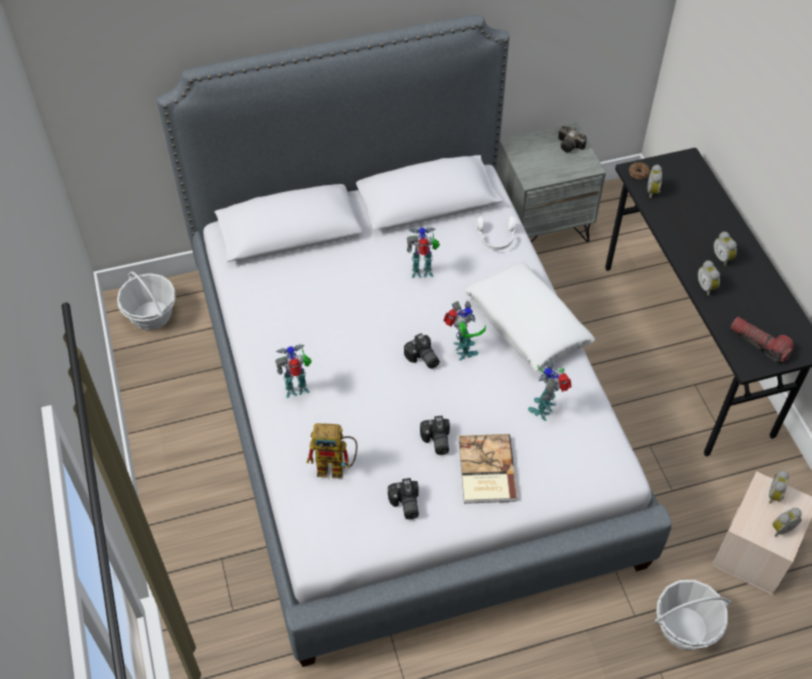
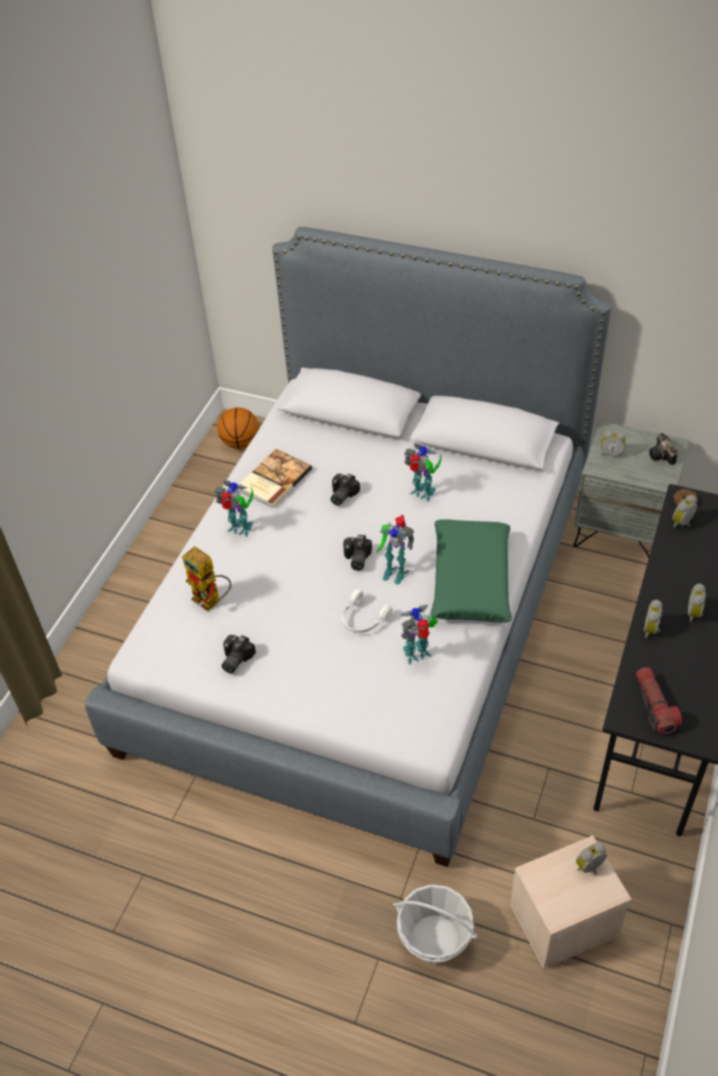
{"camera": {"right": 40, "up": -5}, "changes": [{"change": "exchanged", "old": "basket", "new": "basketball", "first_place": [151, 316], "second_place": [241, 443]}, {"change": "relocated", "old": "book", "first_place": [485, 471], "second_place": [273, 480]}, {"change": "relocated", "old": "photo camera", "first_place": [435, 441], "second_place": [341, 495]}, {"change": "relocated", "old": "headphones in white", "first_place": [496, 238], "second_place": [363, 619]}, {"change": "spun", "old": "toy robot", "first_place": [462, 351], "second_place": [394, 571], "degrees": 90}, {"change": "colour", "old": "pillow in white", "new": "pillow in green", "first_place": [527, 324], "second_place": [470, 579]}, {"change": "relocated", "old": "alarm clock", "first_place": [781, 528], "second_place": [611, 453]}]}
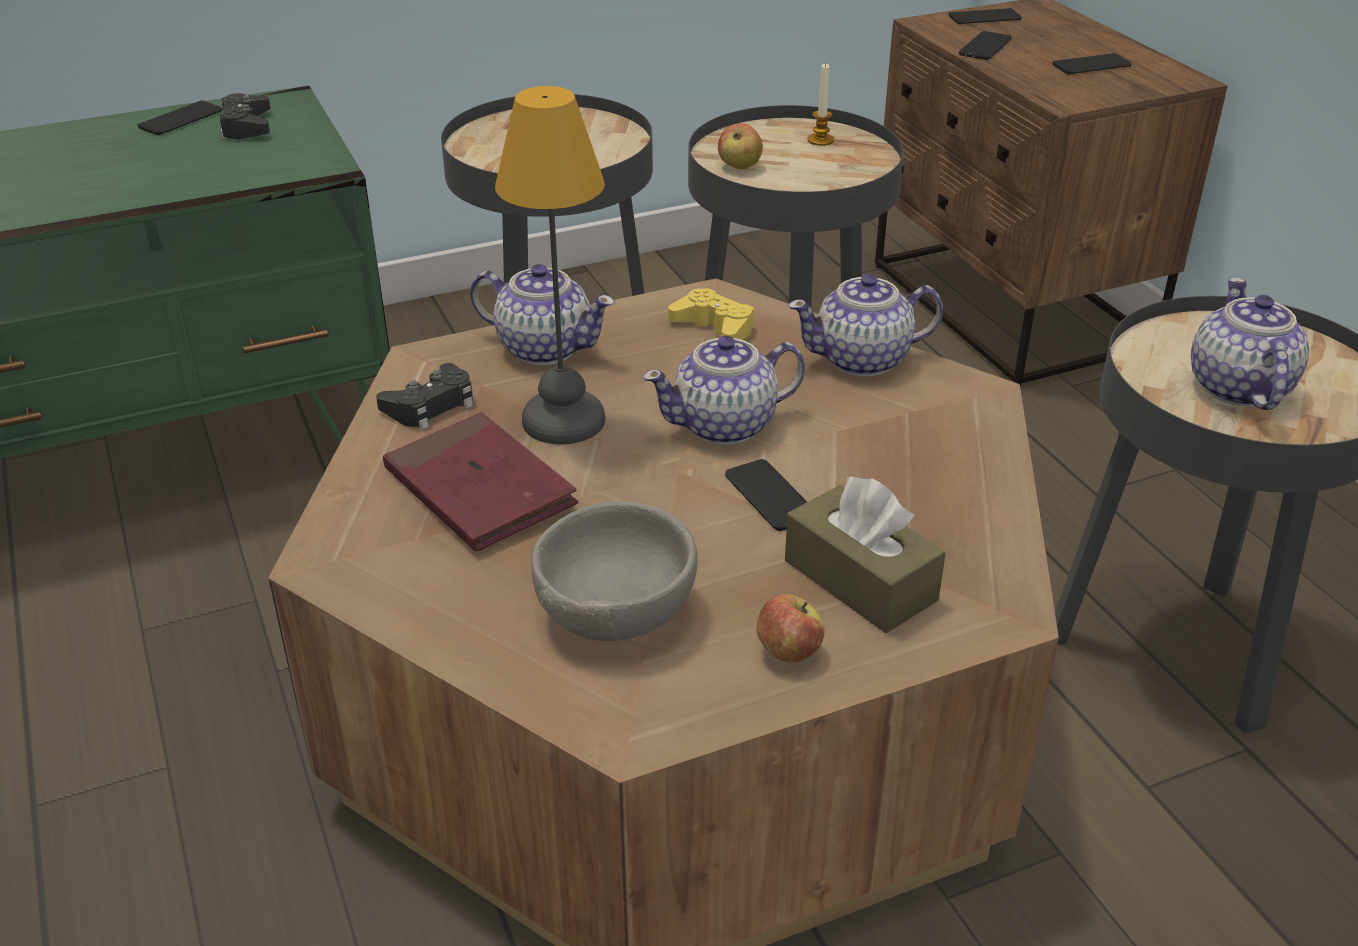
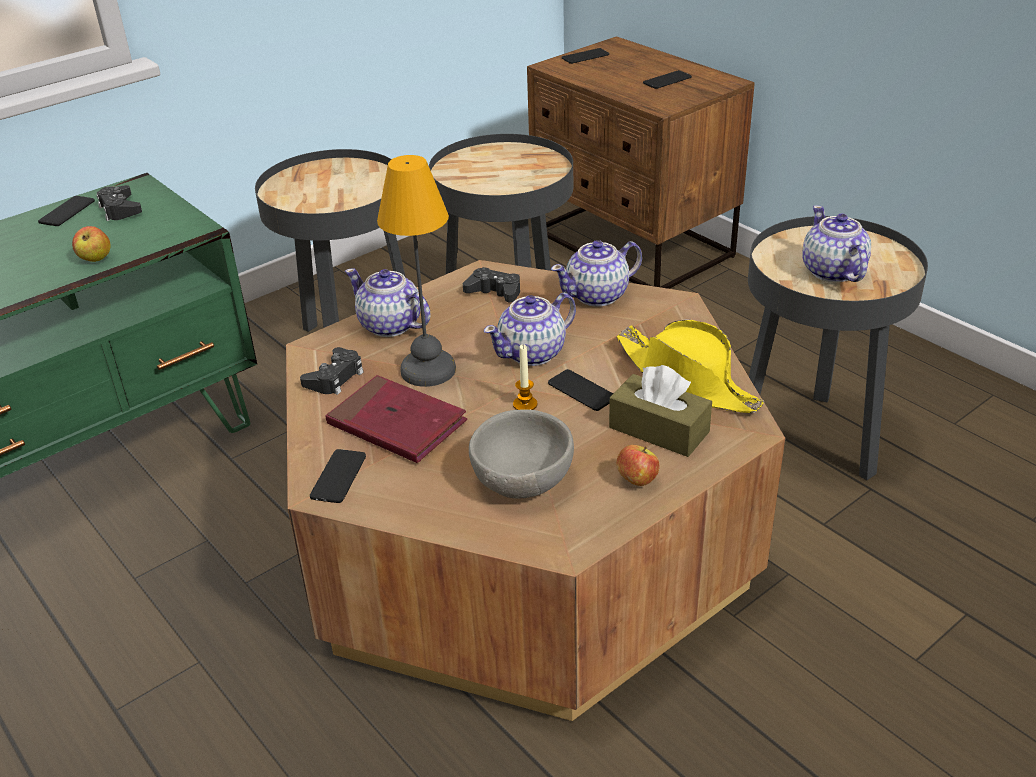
{"camera": {"right": -15, "up": 0}, "changes": [{"change": "relocated", "old": "apple", "first_place": [739, 166], "second_place": [95, 259]}, {"change": "relocated", "old": "phone", "first_place": [985, 47], "second_place": [338, 476]}, {"change": "spun", "old": "teapot", "first_place": [544, 348], "second_place": [390, 326], "degrees": -150}, {"change": "colour", "old": "game controller in yellow", "new": "game controller in black", "first_place": [714, 327], "second_place": [494, 292]}, {"change": "relocated", "old": "candle", "first_place": [820, 140], "second_place": [525, 404]}, {"change": "appeared", "new": "hat in yellow", "second_place": [687, 379]}]}
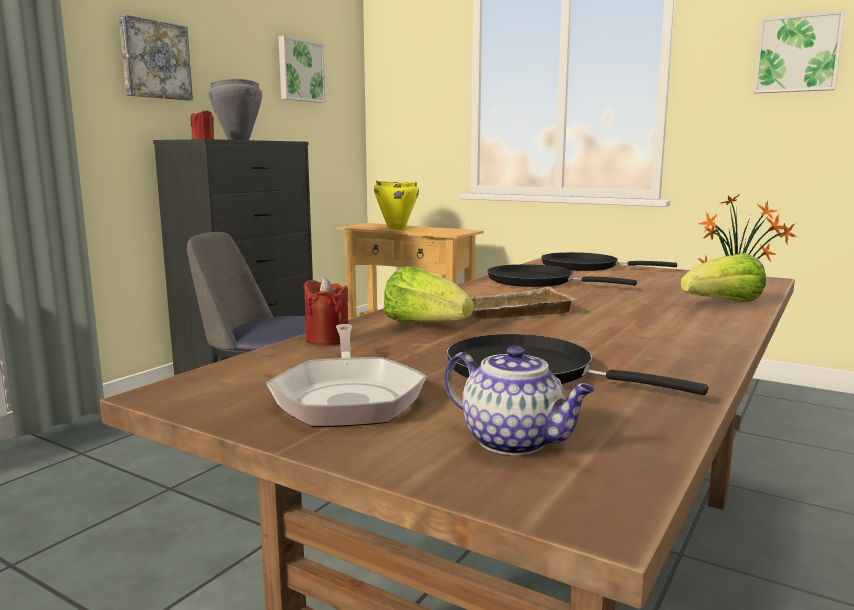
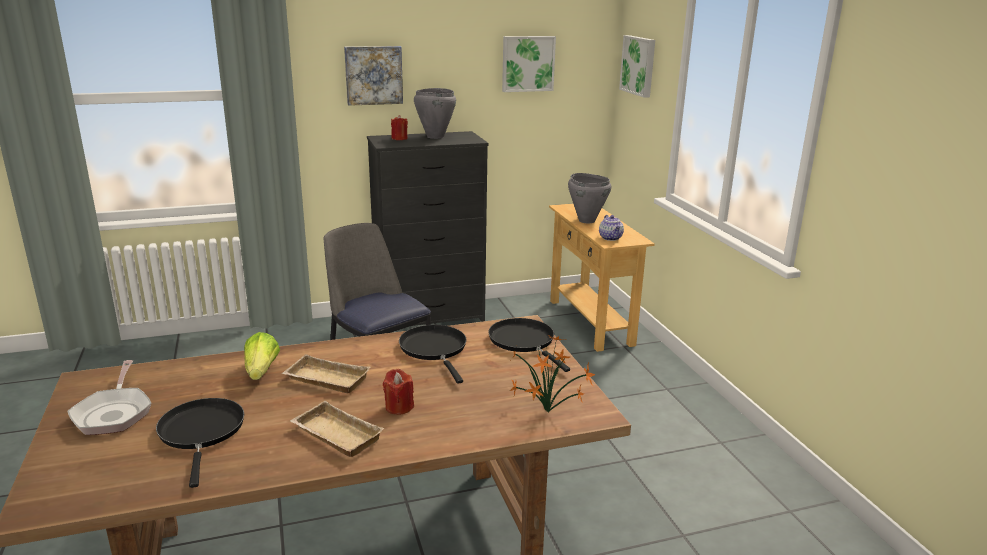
{"camera": {"right": 40, "up": 10}, "changes": [{"change": "spun", "old": "frying pan", "first_place": [348, 397], "second_place": [114, 413], "degrees": -45}, {"change": "appeared", "new": "tray in beige", "second_place": [334, 435]}, {"change": "relocated", "old": "candle in red", "first_place": [327, 339], "second_place": [399, 407]}, {"change": "colour", "old": "cooking pot in yellow", "new": "cooking pot in grey", "first_place": [396, 228], "second_place": [586, 220]}, {"change": "relocated", "old": "teapot", "first_place": [515, 441], "second_place": [611, 238]}, {"change": "relocated", "old": "picture", "first_place": [798, 54], "second_place": [639, 65]}, {"change": "missing", "old": "lettuce", "first_place": [724, 303]}]}
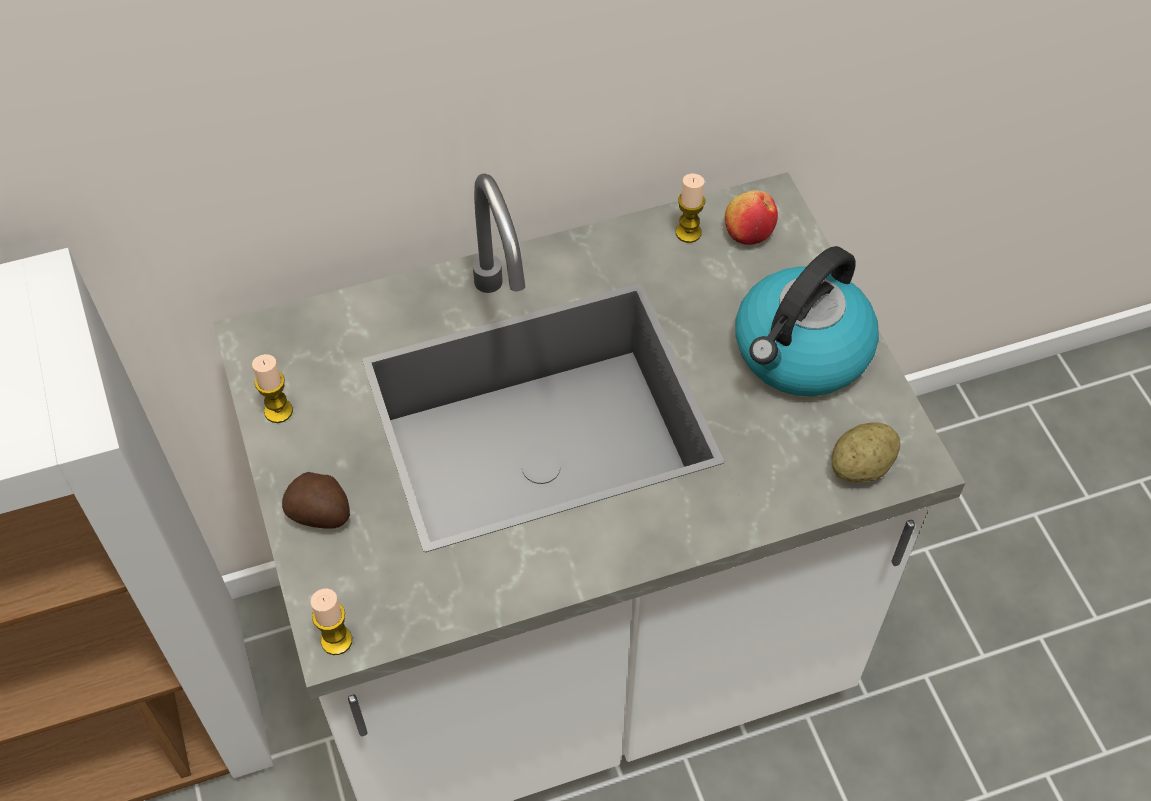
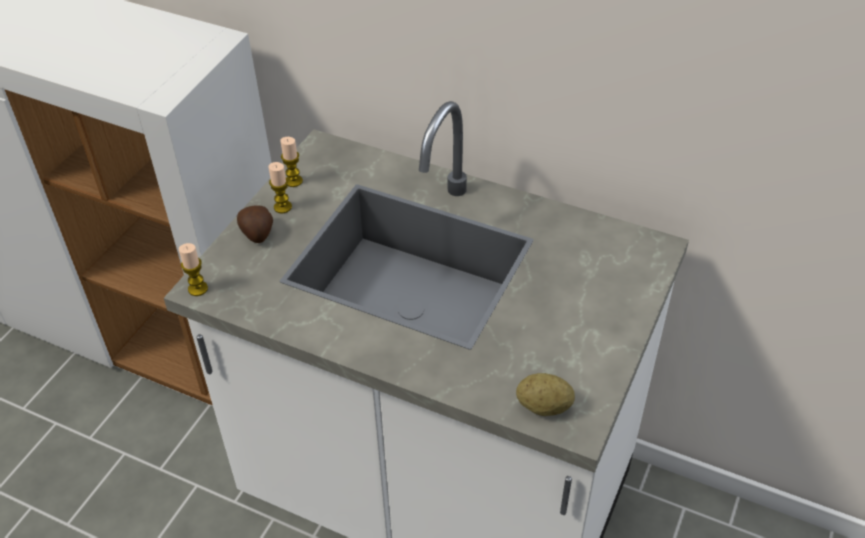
{"camera": {"right": 45, "up": -10}, "changes": [{"change": "relocated", "old": "candle", "first_place": [688, 232], "second_place": [282, 207]}, {"change": "missing", "old": "apple", "first_place": [748, 232]}, {"change": "missing", "old": "kettle", "first_place": [800, 352]}]}
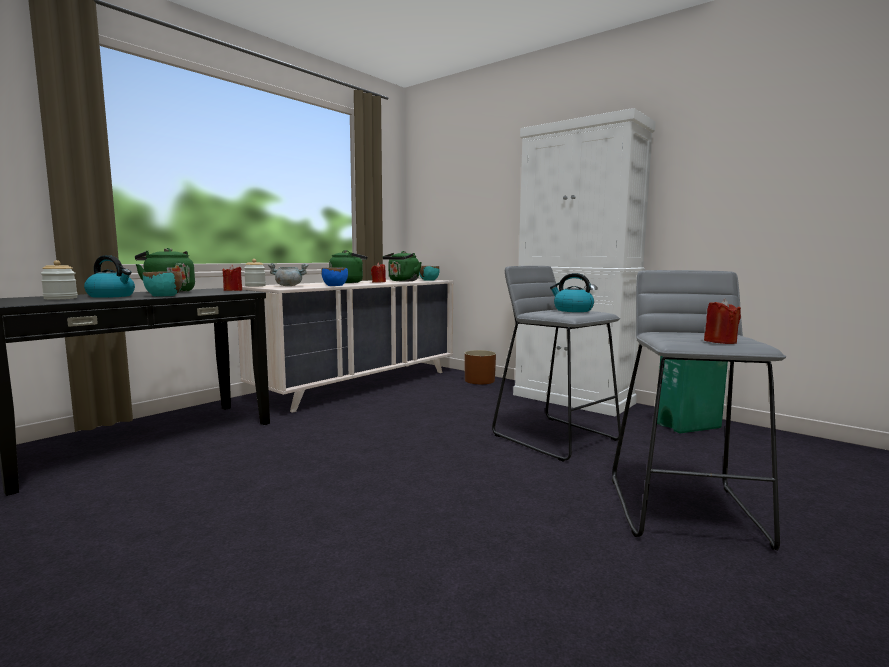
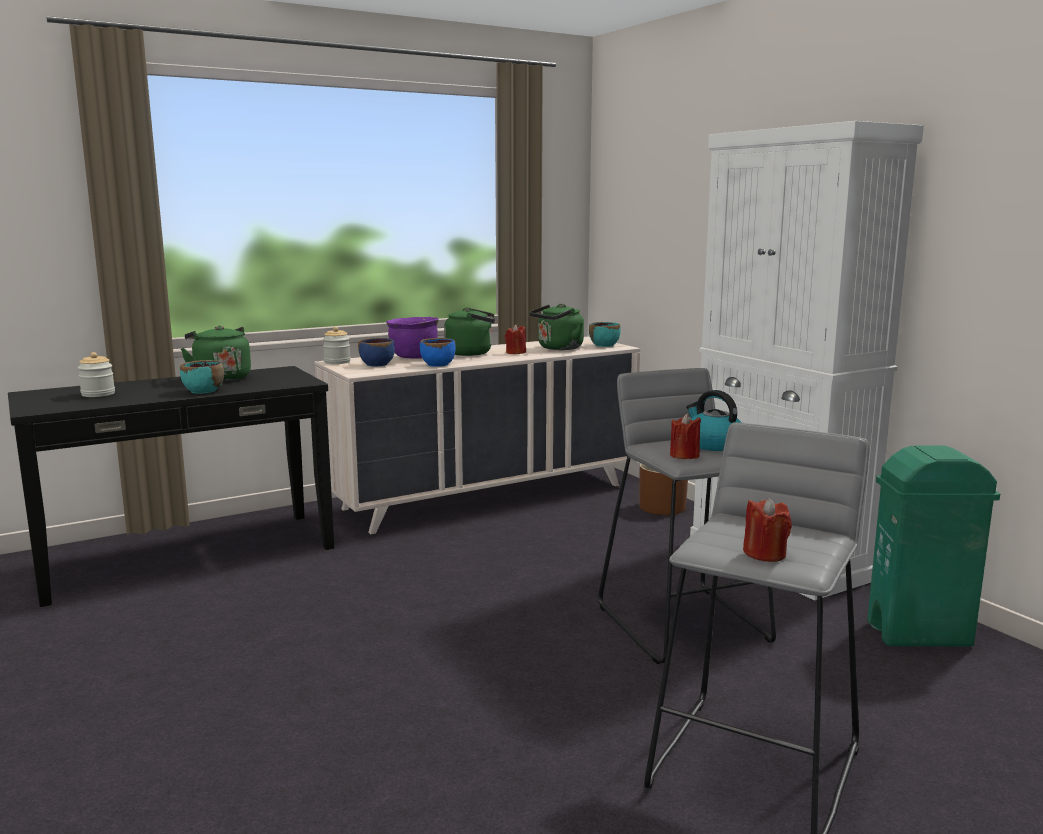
{"camera": {"right": 20, "up": 5}, "changes": [{"change": "exchanged", "old": "cooking pot in grey", "new": "bowl in blue", "first_place": [289, 286], "second_place": [377, 364]}, {"change": "appeared", "new": "cooking pot in purple", "second_place": [413, 357]}, {"change": "relocated", "old": "candle in red", "first_place": [233, 290], "second_place": [684, 456]}, {"change": "missing", "old": "kettle", "first_place": [112, 296]}]}
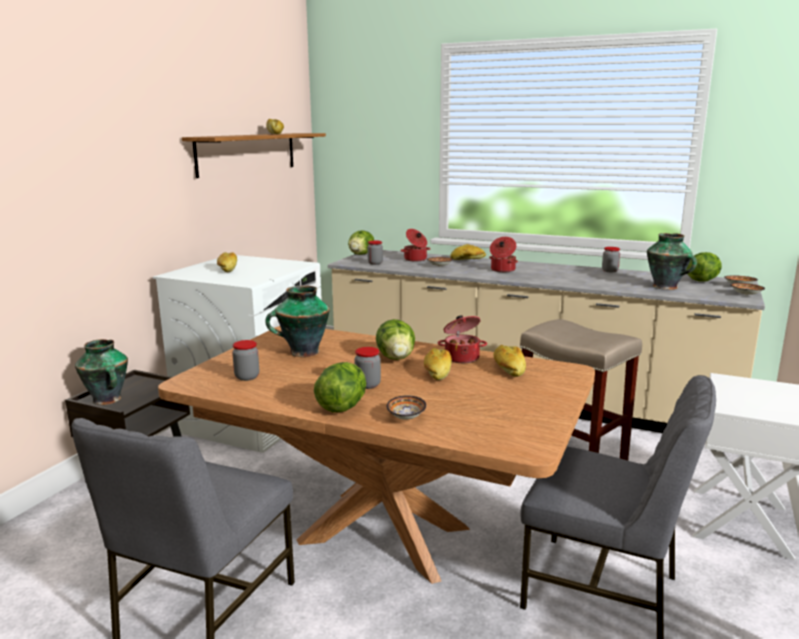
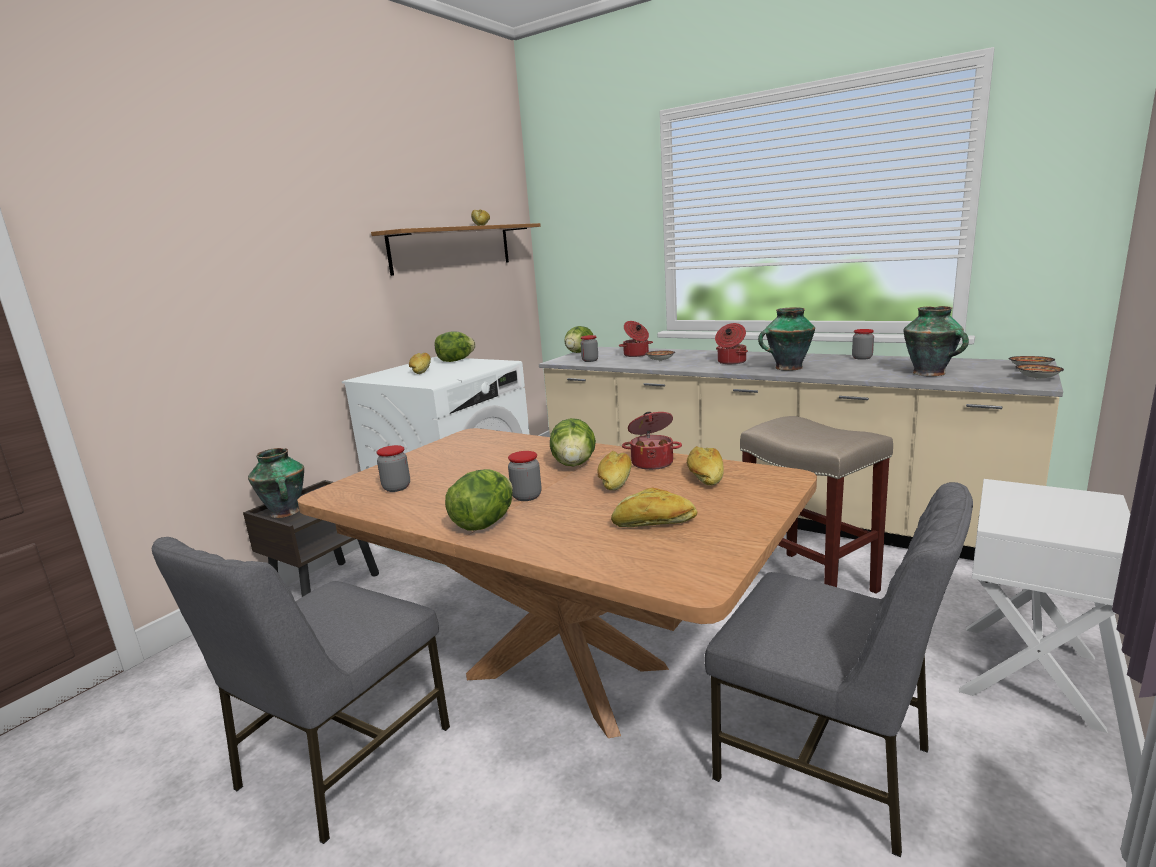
{"camera": {"right": 10, "up": 0}, "changes": [{"change": "relocated", "old": "lettuce", "first_place": [702, 280], "second_place": [455, 361]}, {"change": "relocated", "old": "bread", "first_place": [467, 259], "second_place": [654, 523]}, {"change": "relocated", "old": "vase", "first_place": [302, 352], "second_place": [787, 368]}, {"change": "missing", "old": "bowl", "first_place": [407, 417]}]}
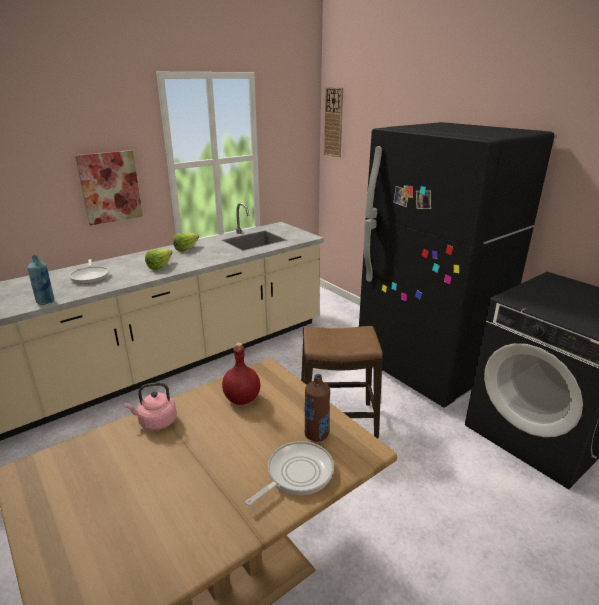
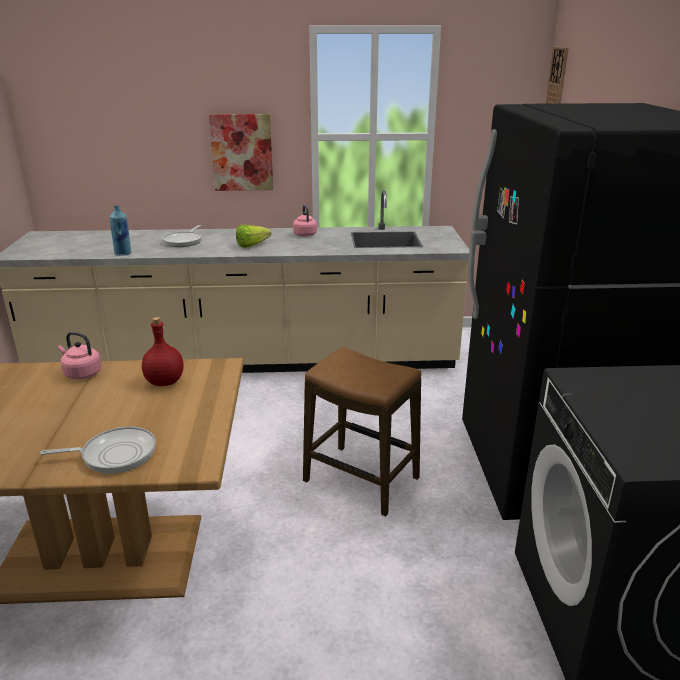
{"camera": {"right": 35, "up": 0}, "changes": [{"change": "exchanged", "old": "lettuce", "new": "kettle in pink", "first_place": [188, 248], "second_place": [304, 234]}, {"change": "missing", "old": "bottle in brown", "first_place": [316, 434]}]}
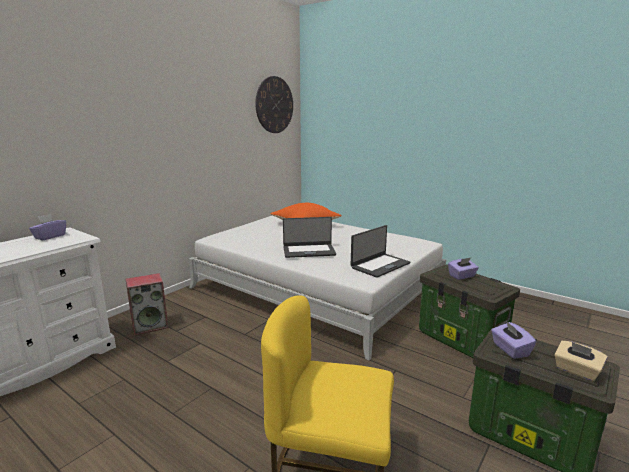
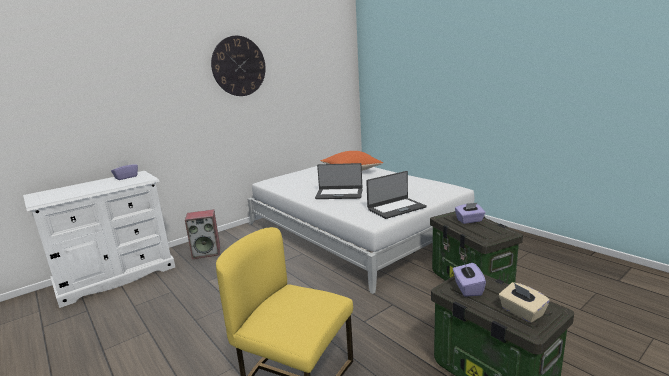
{"camera": {"right": 15, "up": 0}, "changes": [{"change": "relocated", "old": "wall clock", "first_place": [274, 105], "second_place": [239, 66]}]}
